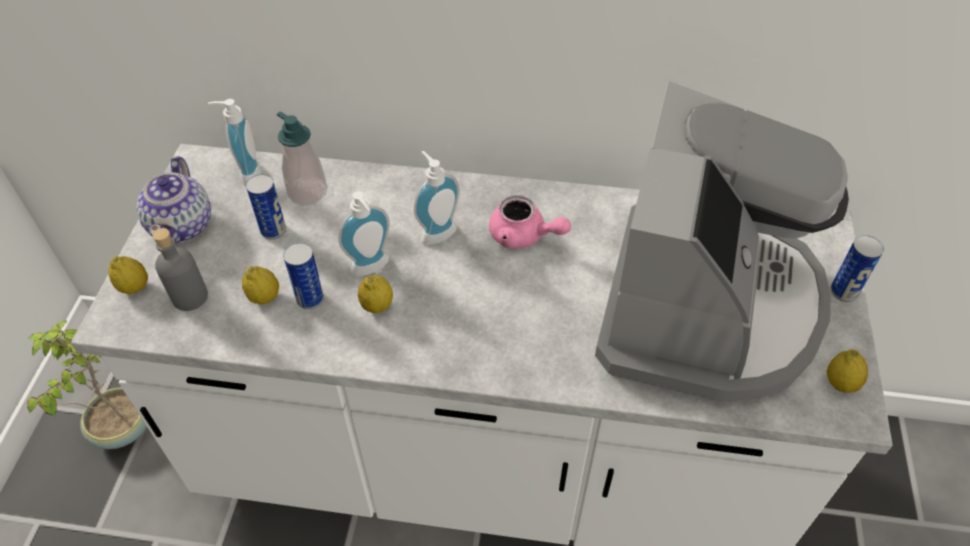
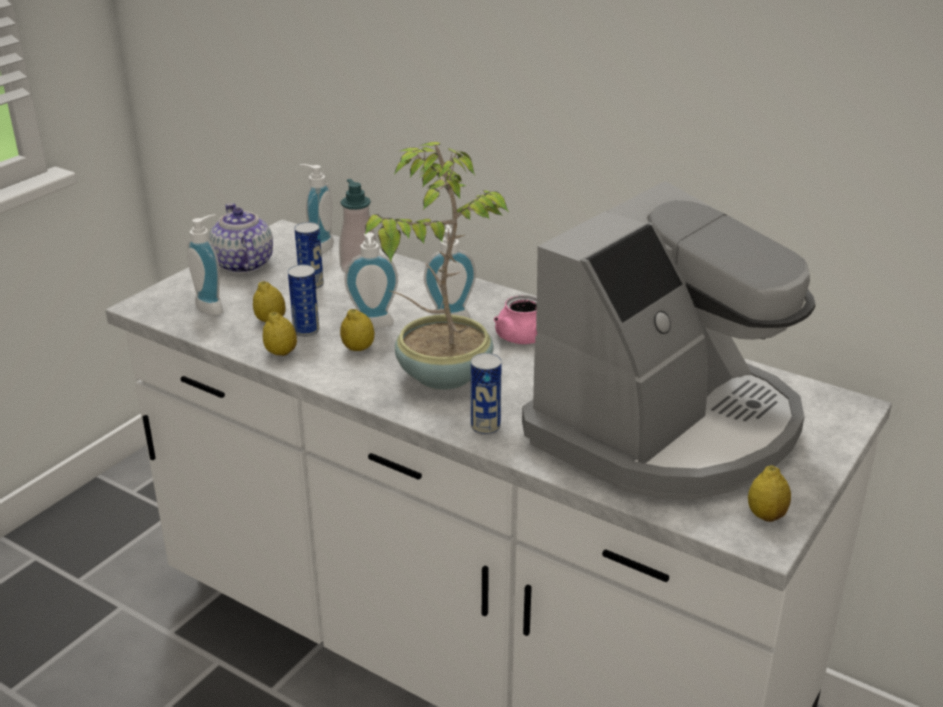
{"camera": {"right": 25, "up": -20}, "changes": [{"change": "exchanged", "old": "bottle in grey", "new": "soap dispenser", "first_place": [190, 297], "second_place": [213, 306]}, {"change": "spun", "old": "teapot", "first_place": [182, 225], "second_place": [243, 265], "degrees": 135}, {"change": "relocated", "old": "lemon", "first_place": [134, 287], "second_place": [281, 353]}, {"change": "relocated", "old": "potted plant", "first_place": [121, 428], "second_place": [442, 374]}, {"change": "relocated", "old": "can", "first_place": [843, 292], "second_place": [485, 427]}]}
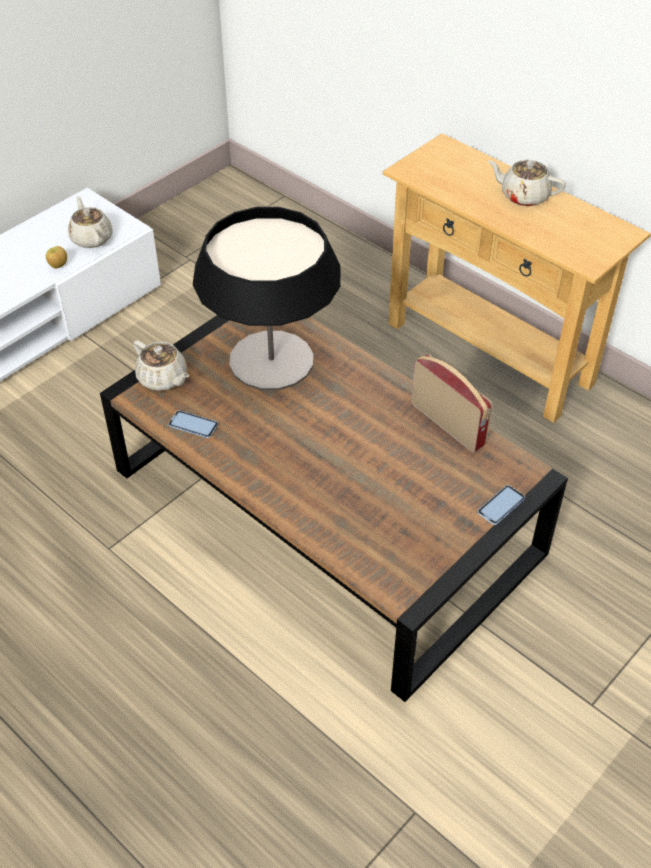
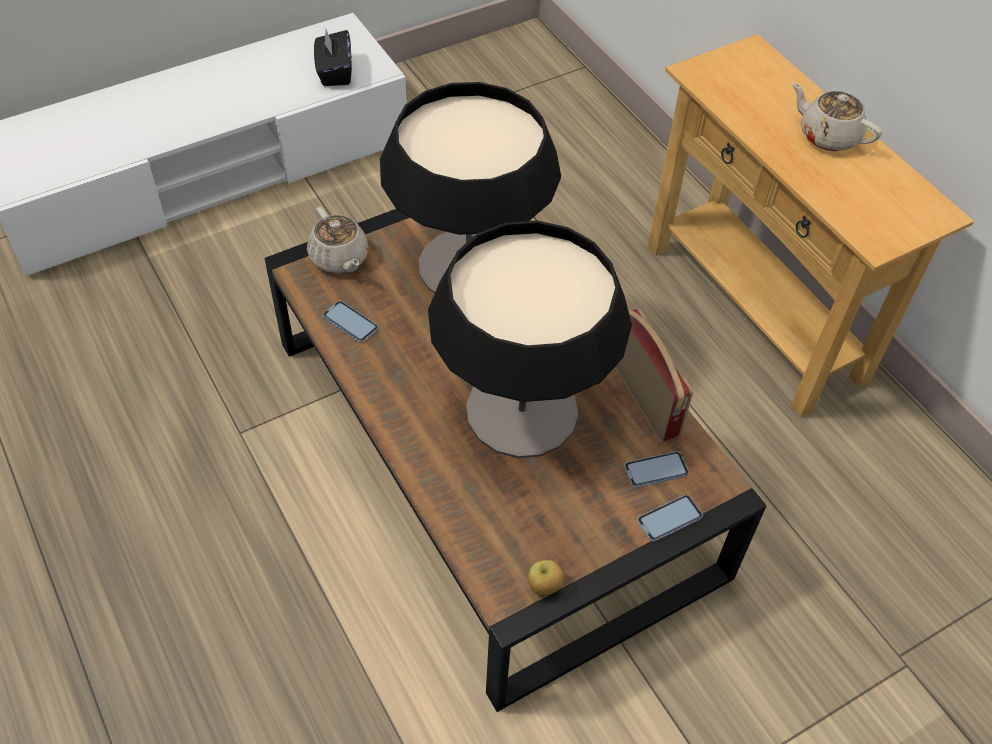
{"camera": {"right": 15, "up": 5}, "changes": [{"change": "exchanged", "old": "teapot in beige", "new": "tissue box in black", "first_place": [91, 238], "second_place": [334, 72]}, {"change": "appeared", "new": "table lamp", "second_place": [522, 410]}, {"change": "relocated", "old": "apple", "first_place": [58, 266], "second_place": [544, 587]}, {"change": "appeared", "new": "phone", "second_place": [656, 470]}]}
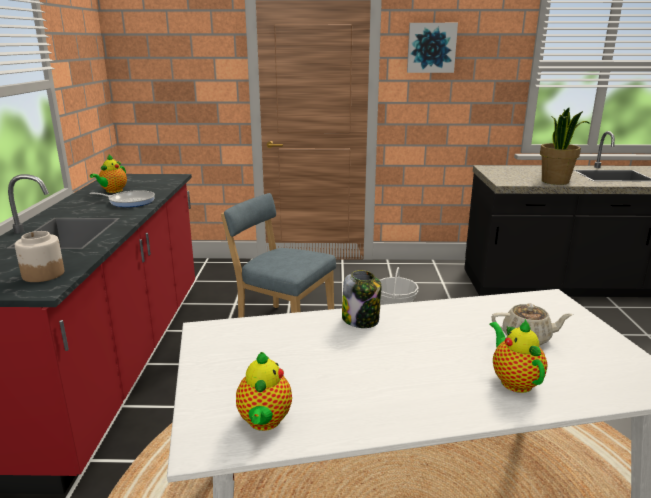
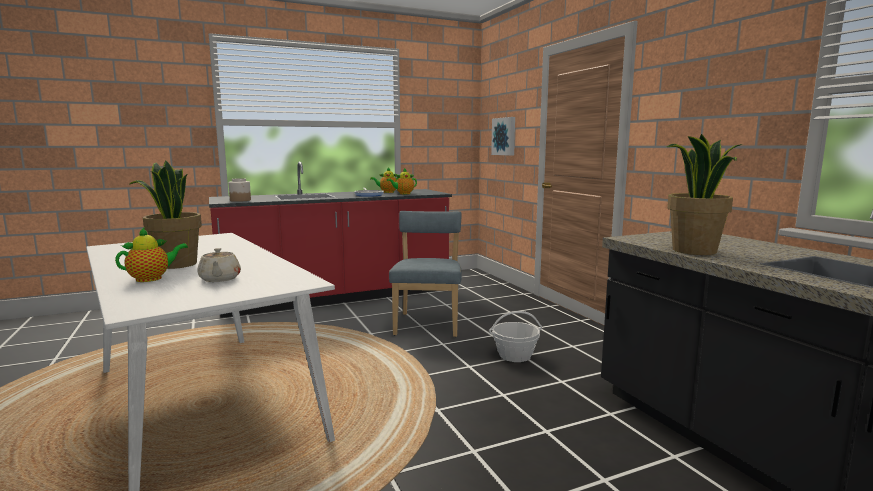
{"camera": {"right": 65, "up": -10}, "changes": [{"change": "appeared", "new": "potted plant", "second_place": [176, 264]}, {"change": "relocated", "old": "teapot", "first_place": [264, 422], "second_place": [403, 194]}, {"change": "relocated", "old": "picture", "first_place": [431, 48], "second_place": [504, 136]}, {"change": "missing", "old": "jar", "first_place": [361, 320]}]}
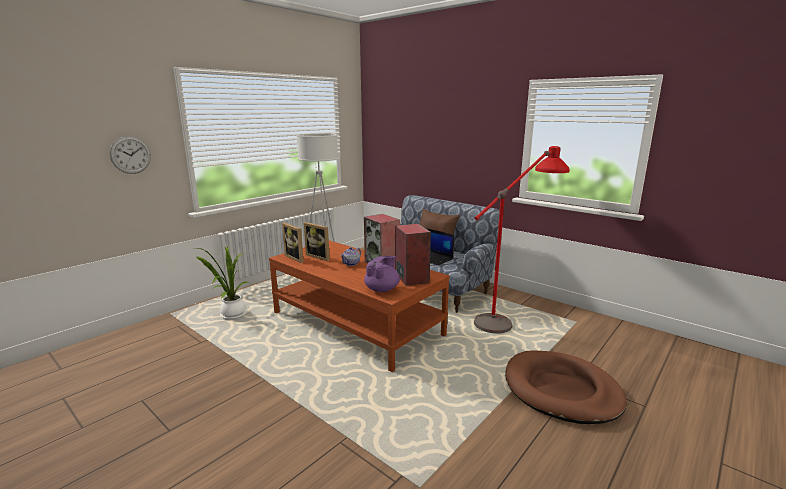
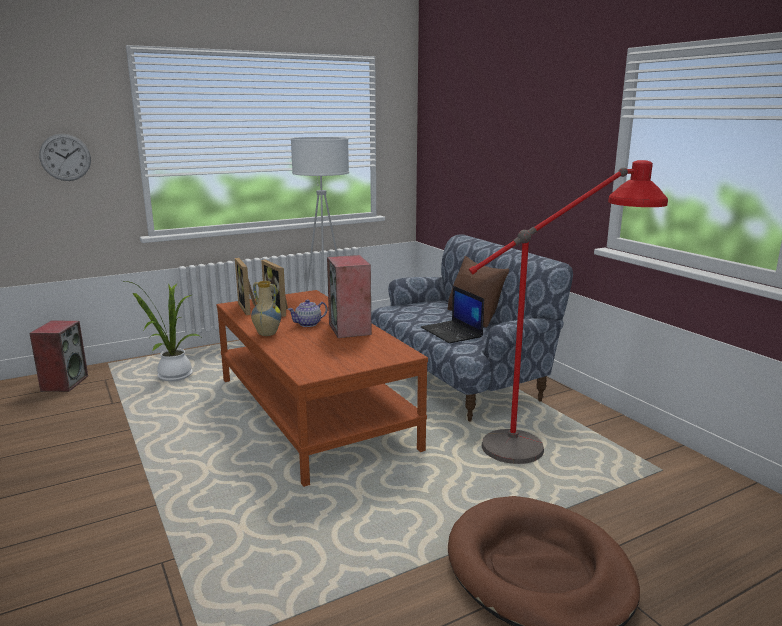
{"camera": {"right": 20, "up": 0}, "changes": [{"change": "relocated", "old": "speaker", "first_place": [411, 278], "second_place": [64, 383]}, {"change": "appeared", "new": "vase", "second_place": [266, 334]}, {"change": "missing", "old": "teapot in purple", "first_place": [382, 289]}]}
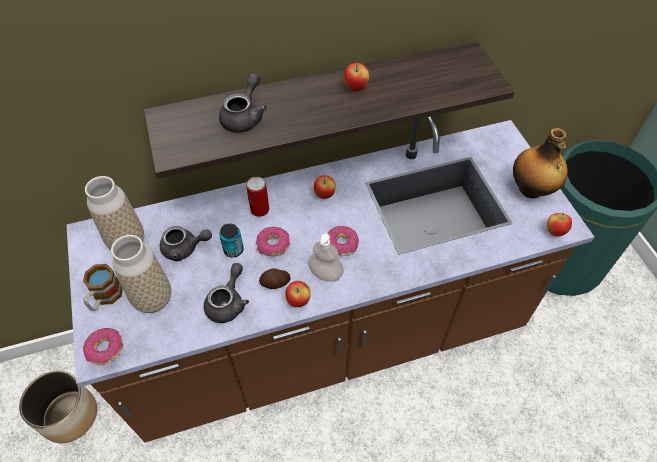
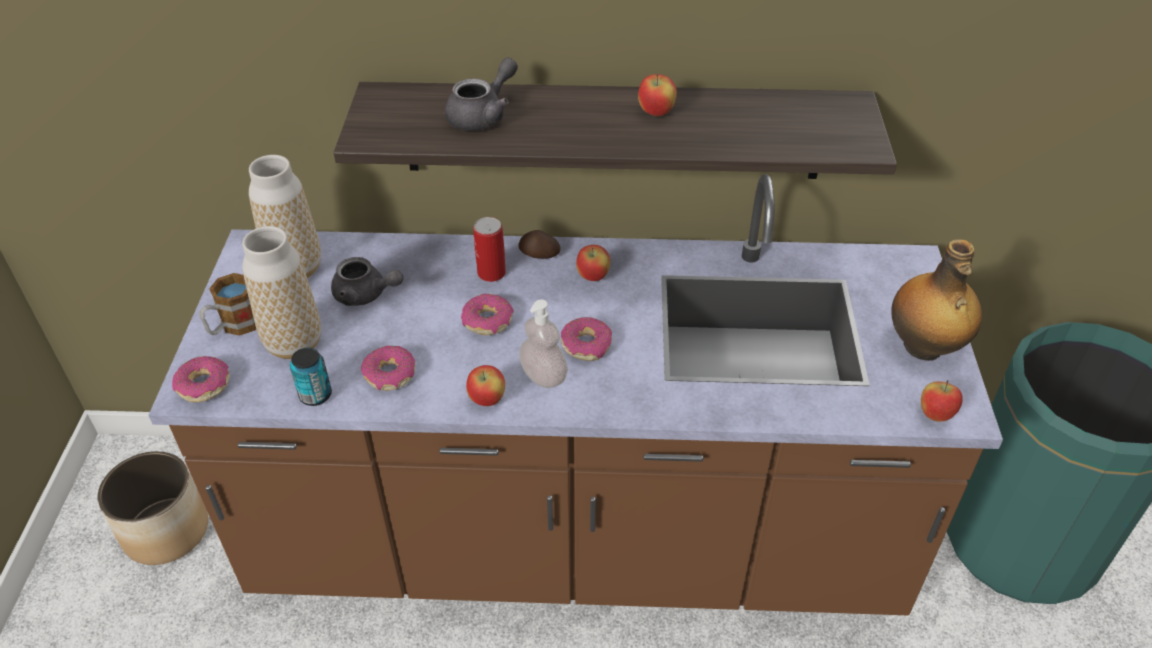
{"camera": {"right": 20, "up": -10}, "changes": [{"change": "relocated", "old": "can", "first_place": [233, 250], "second_place": [315, 395]}, {"change": "exchanged", "old": "teapot in grey", "new": "donut", "first_place": [228, 302], "second_place": [390, 375]}, {"change": "relocated", "old": "potato", "first_place": [275, 283], "second_place": [539, 255]}]}
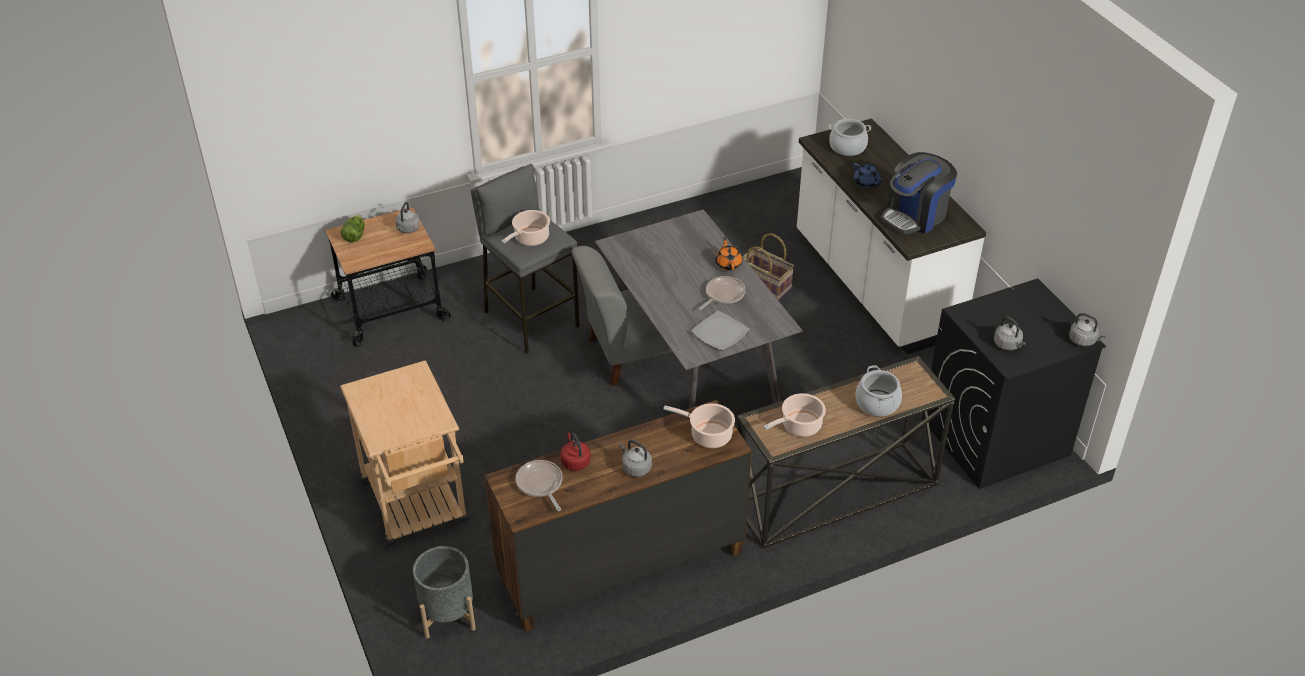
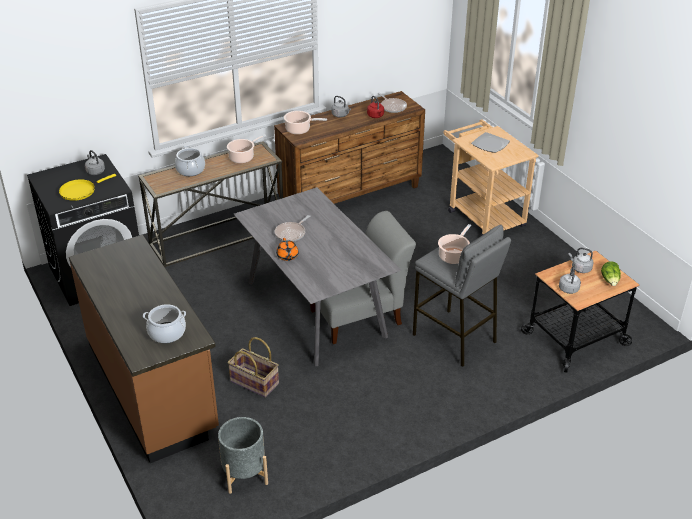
{"camera": {"right": 175, "up": -5}, "changes": [{"change": "appeared", "new": "frying pan in yellow", "second_place": [80, 191]}, {"change": "colour", "old": "counter in white", "new": "counter in brown", "first_place": [874, 286], "second_place": [153, 387]}, {"change": "relocated", "old": "planter in grey", "first_place": [448, 614], "second_place": [244, 474]}, {"change": "relocated", "old": "plate", "first_place": [720, 332], "second_place": [490, 144]}, {"change": "relocated", "old": "kettle in grey", "first_place": [1083, 340], "second_place": [580, 268]}, {"change": "missing", "old": "teapot in blue", "first_place": [866, 183]}, {"change": "missing", "old": "coffee machine", "first_place": [915, 216]}]}
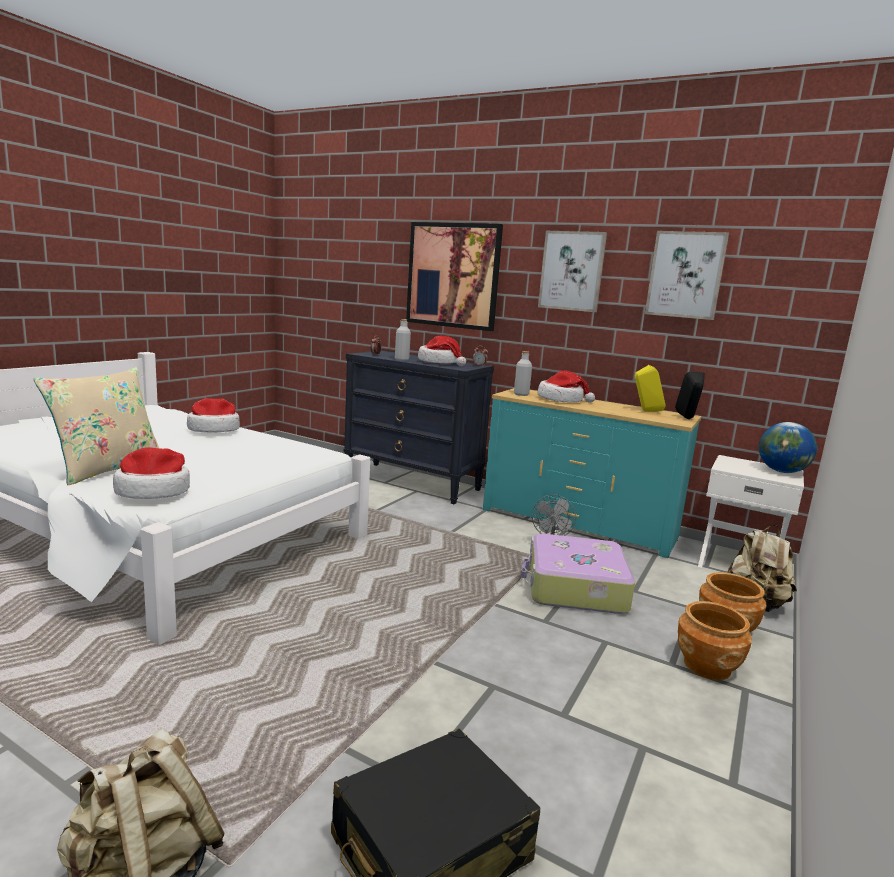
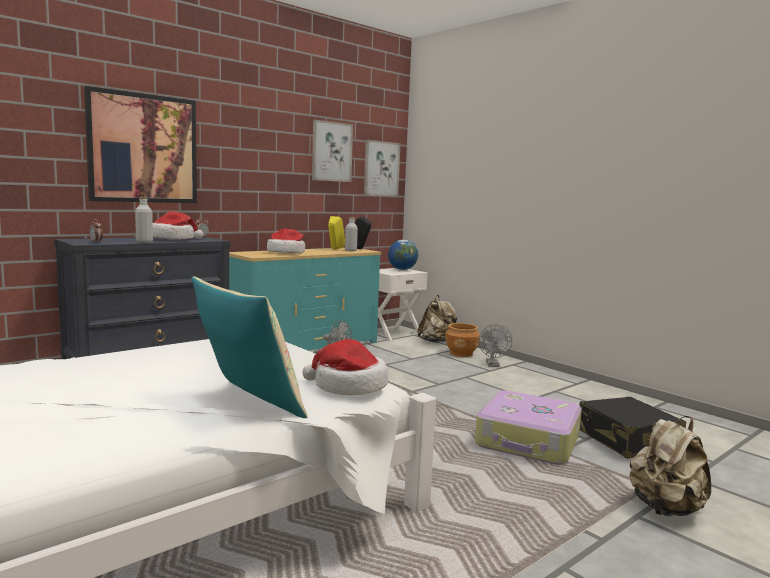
{"camera": {"right": -70, "up": -5}, "changes": [{"change": "relocated", "old": "bottle in grey", "first_place": [521, 394], "second_place": [350, 250]}, {"change": "relocated", "old": "picture", "first_place": [571, 271], "second_place": [381, 168]}, {"change": "relocated", "old": "suitcase", "first_place": [574, 587], "second_place": [528, 441]}, {"change": "exchanged", "old": "planter in brown", "new": "fan in grey", "first_place": [707, 666], "second_place": [493, 365]}, {"change": "missing", "old": "hat", "first_place": [214, 429]}]}
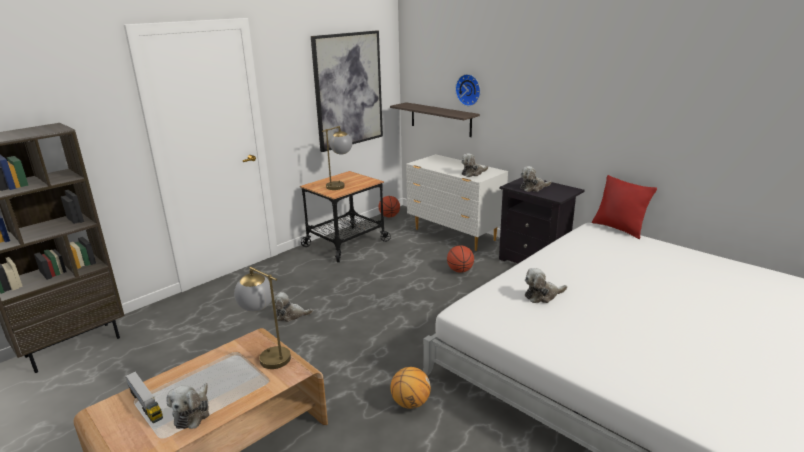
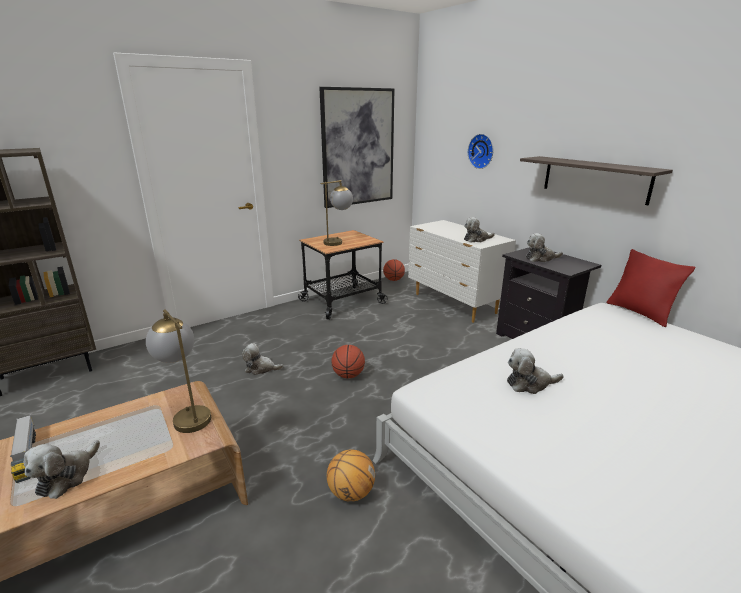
{"camera": {"right": 10, "up": 0}, "changes": [{"change": "relocated", "old": "basketball", "first_place": [460, 270], "second_place": [348, 375]}, {"change": "relocated", "old": "shelf", "first_place": [440, 119], "second_place": [595, 179]}]}
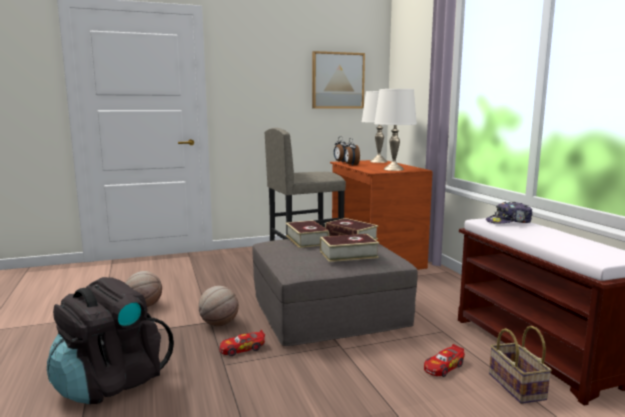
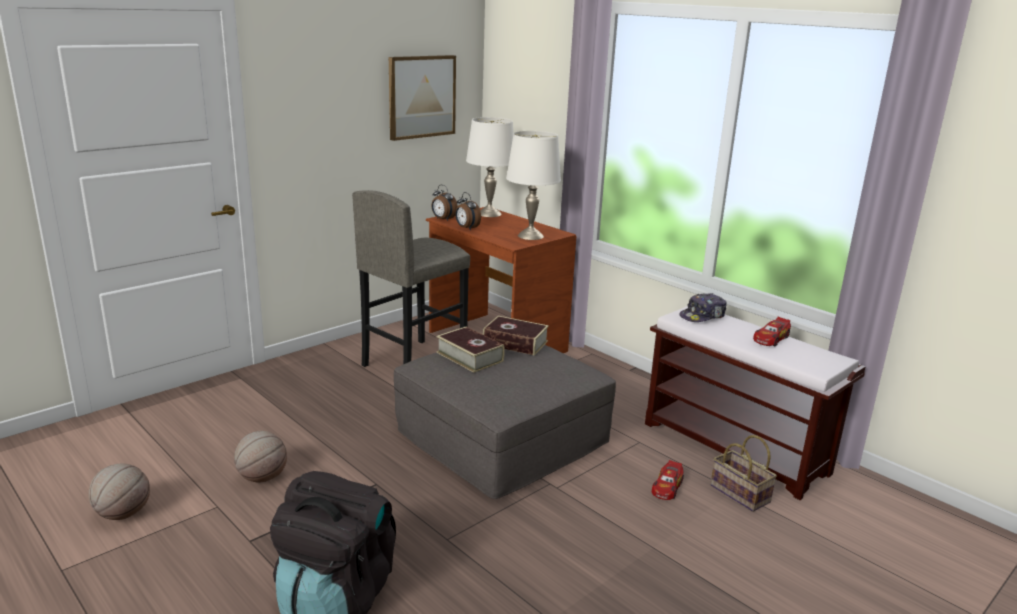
{"camera": {"right": -25, "up": 10}, "changes": [{"change": "relocated", "old": "basketball", "first_place": [219, 324], "second_place": [123, 514]}, {"change": "relocated", "old": "toy car", "first_place": [242, 349], "second_place": [771, 339]}, {"change": "missing", "old": "book", "first_place": [348, 254]}]}
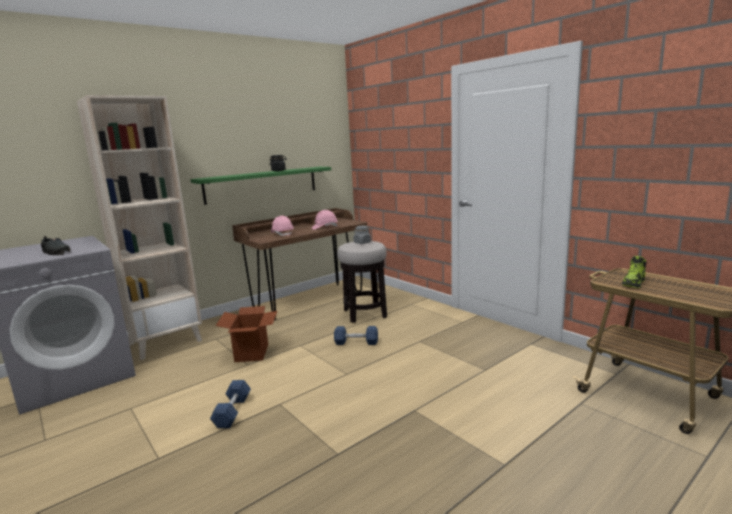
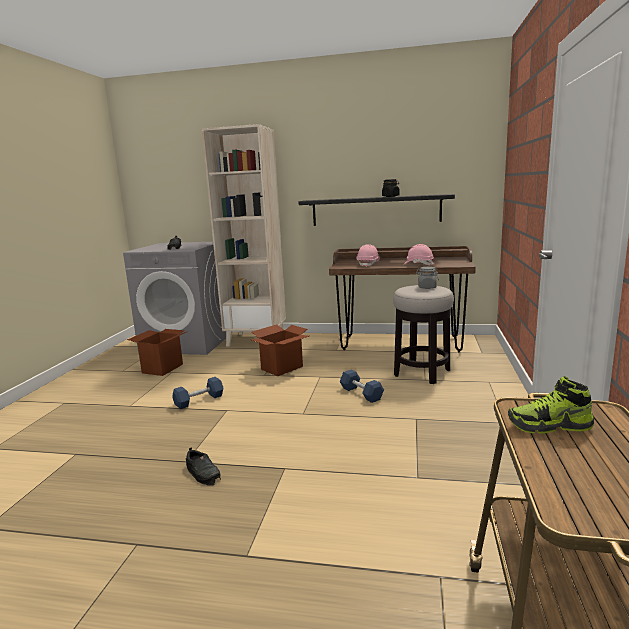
{"camera": {"right": 50, "up": 0}, "changes": [{"change": "appeared", "new": "cardboard box", "second_place": [162, 368]}, {"change": "appeared", "new": "shoe in black", "second_place": [203, 473]}, {"change": "colour", "old": "shelf in green", "new": "shelf in black", "first_place": [262, 184], "second_place": [375, 210]}]}
